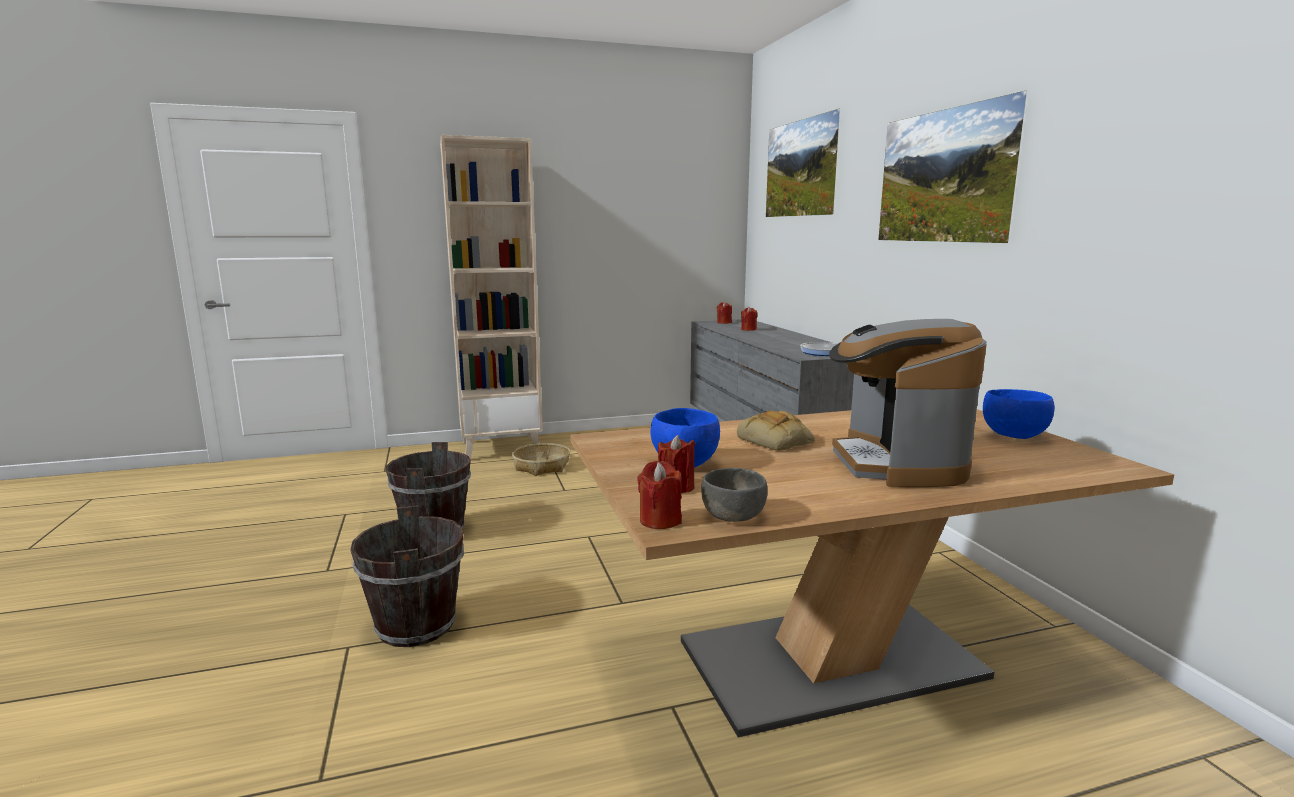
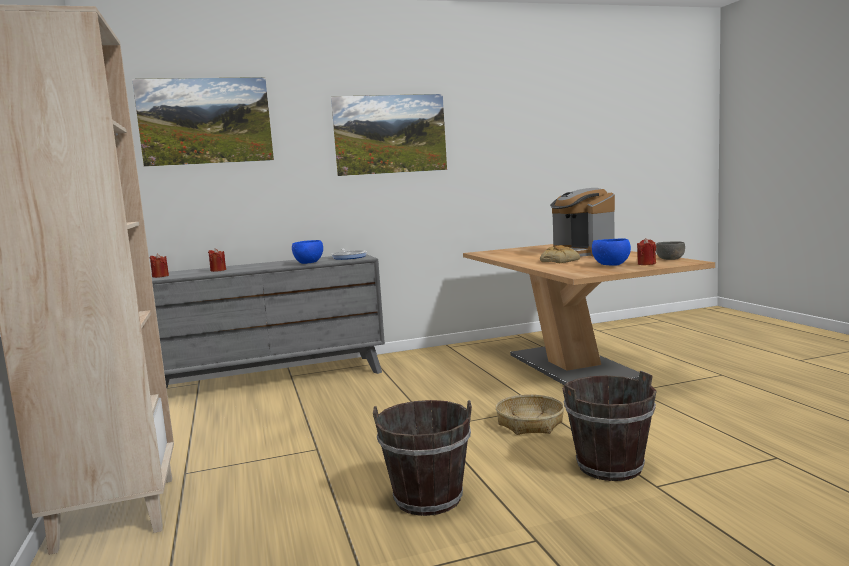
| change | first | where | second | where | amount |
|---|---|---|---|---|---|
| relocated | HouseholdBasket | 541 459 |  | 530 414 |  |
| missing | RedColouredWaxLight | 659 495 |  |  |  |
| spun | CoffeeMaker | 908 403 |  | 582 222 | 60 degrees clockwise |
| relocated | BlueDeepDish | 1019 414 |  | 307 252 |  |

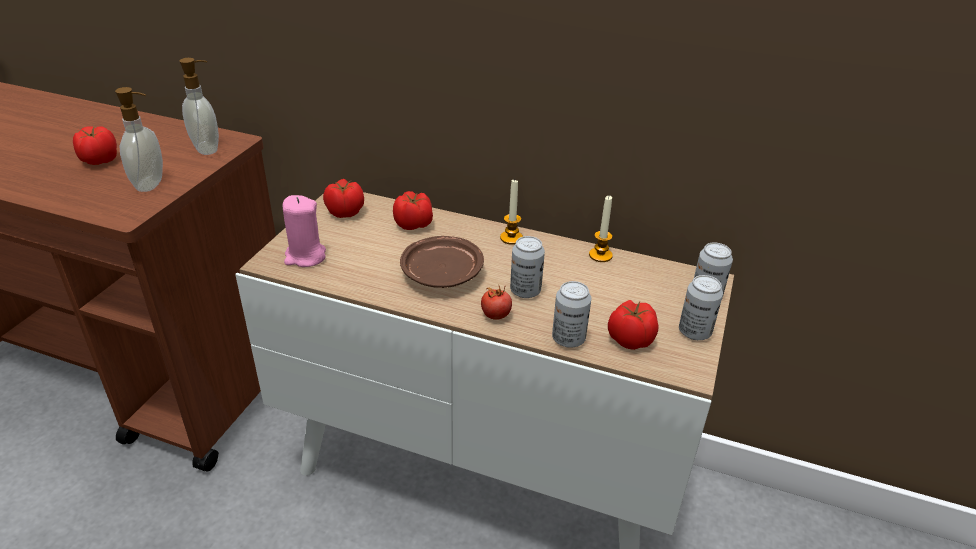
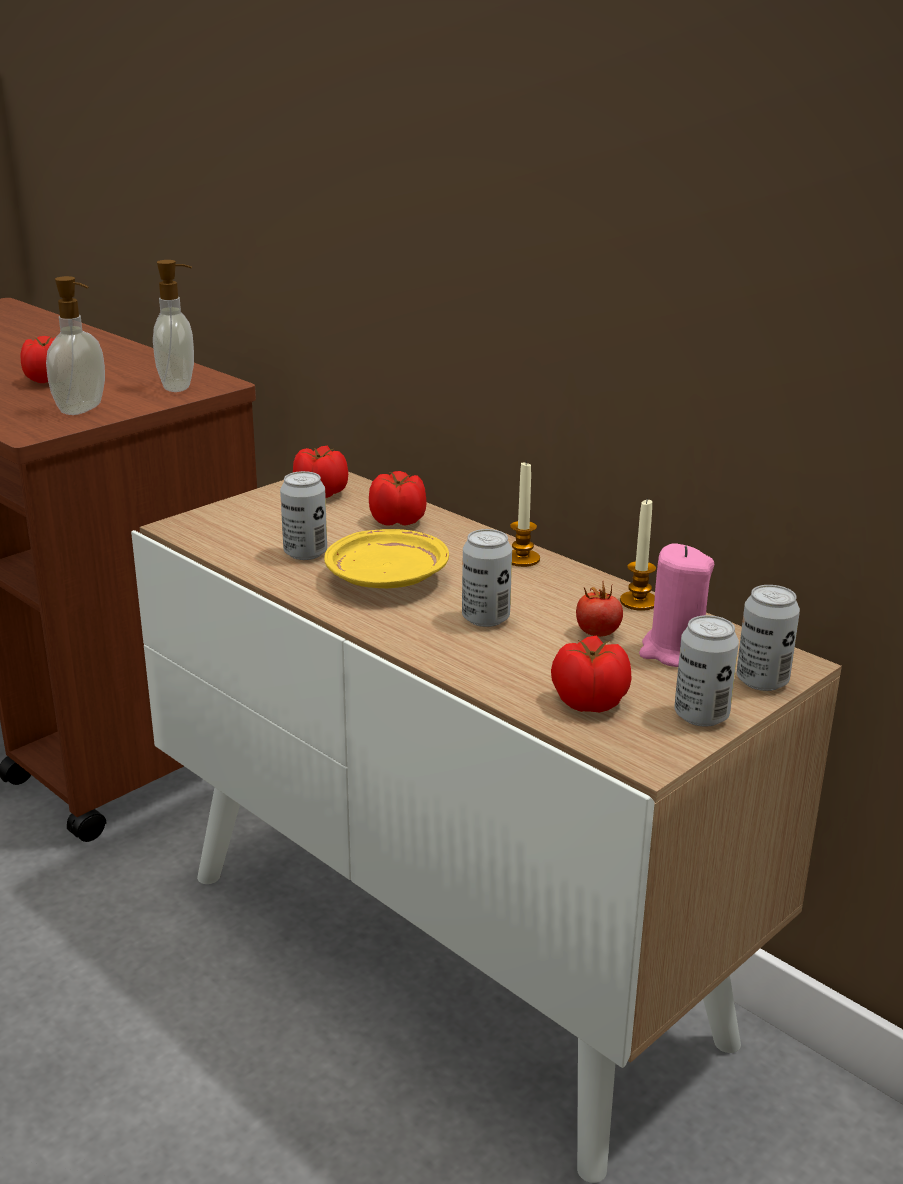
| change | first | where | second | where | amount |
|---|---|---|---|---|---|
| relocated | PinkColouredWaxLight | 304 231 |  | 676 605 |  |
| colour | BrownishPlate | 442 262 | YellowishPlate | 386 558 |  |
| relocated | FreshTomato | 496 303 |  | 599 609 |  |
| relocated | Can | 571 314 |  | 303 515 |  |

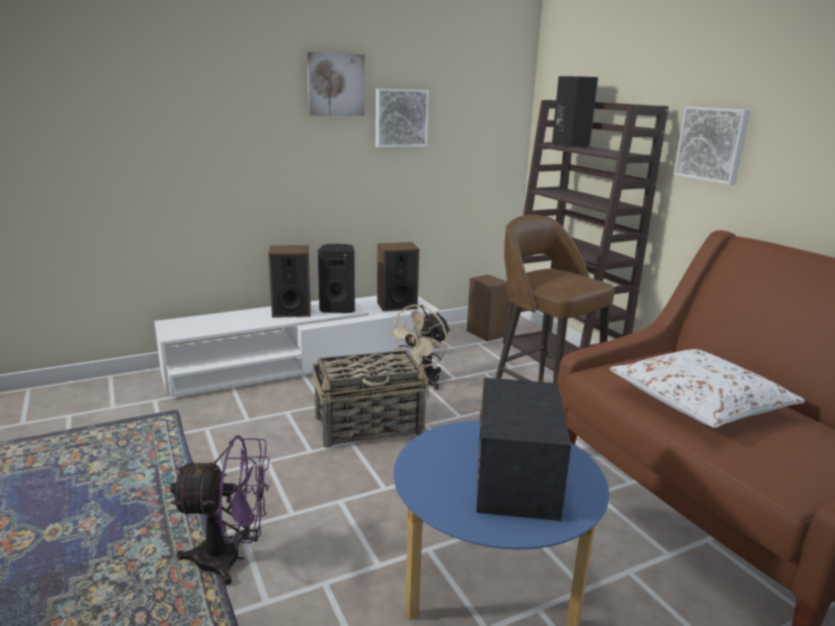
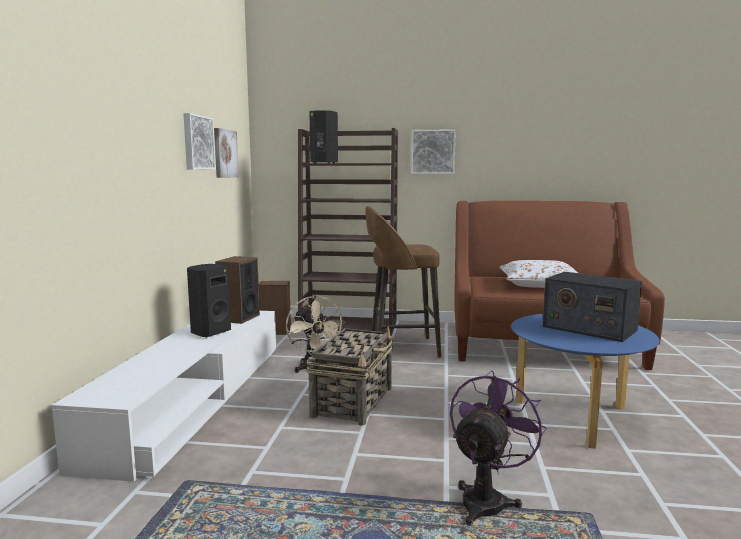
| change | first | where | second | where | amount |
|---|---|---|---|---|---|
| missing | Loudspeaker | 289 281 |  |  |  |
| relocated | Picture | 335 84 |  | 226 153 |  |

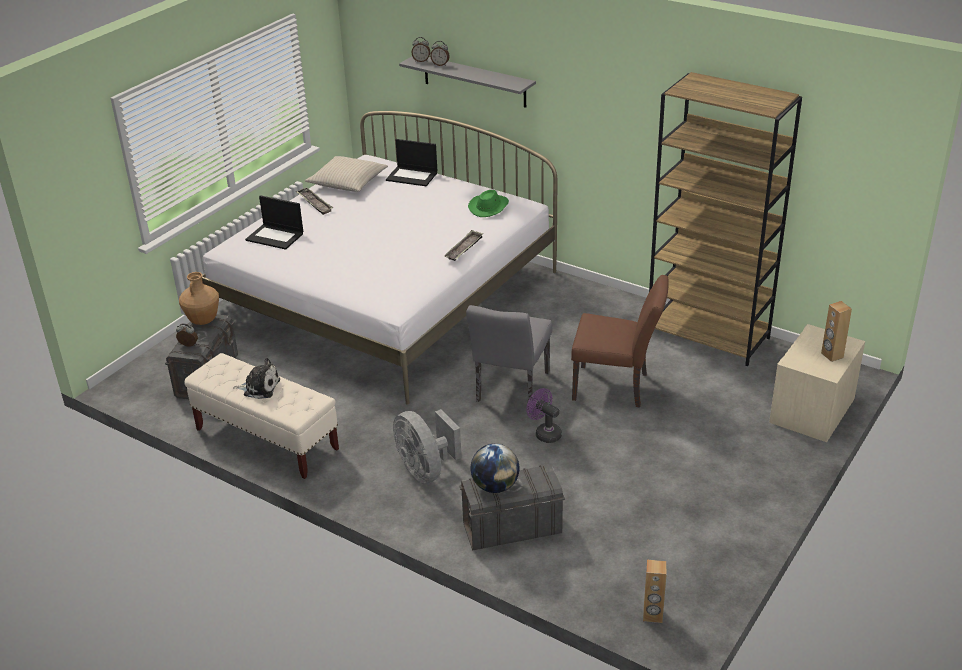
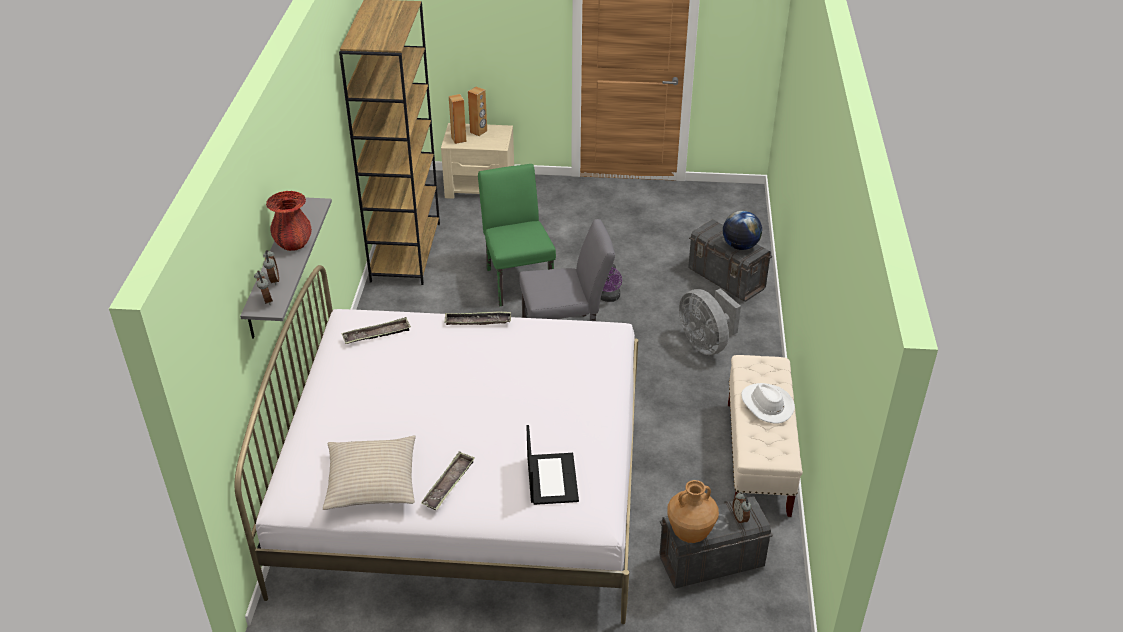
| change | first | where | second | where | amount |
|---|---|---|---|---|---|
| exchanged | CuddlyToy | 256 378 | WhiteHat | 768 403 |  |
| missing | NotebookComputer | 411 162 |  |  |  |
| spun | GreyishCoolingFan | 427 446 |  | 710 321 | 120 degrees clockwise |
| exchanged | GreenHat | 488 203 | Tray | 376 330 |  |
| colour | BrownishPlainChair | 620 341 | GreenPlainChair | 517 235 |  |
| relocated | BrownishLoudspeaker | 655 591 |  | 457 119 |  |
| appeared |  |  | RedColouredDecorativeVase | 289 221 |  |

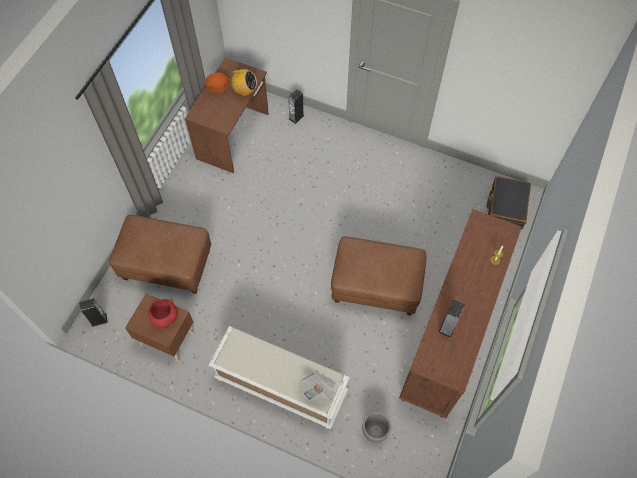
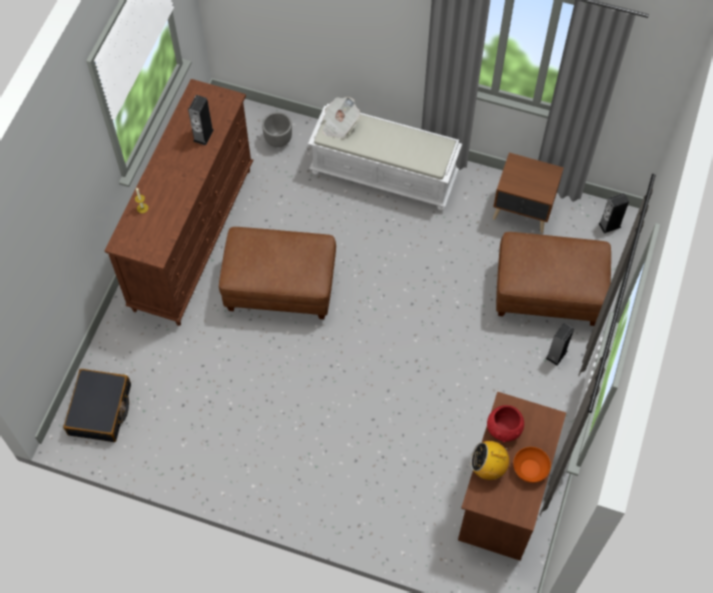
| change | first | where | second | where | amount |
|---|---|---|---|---|---|
| relocated | RedColouredDeepDish | 163 312 |  | 505 424 |  |
| relocated | Loudspeaker | 296 106 |  | 560 344 |  |

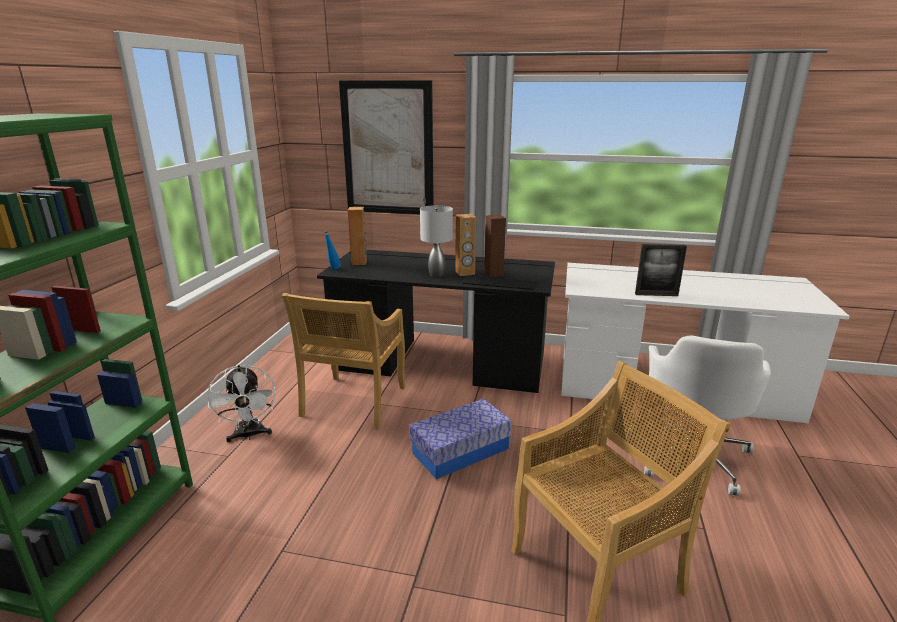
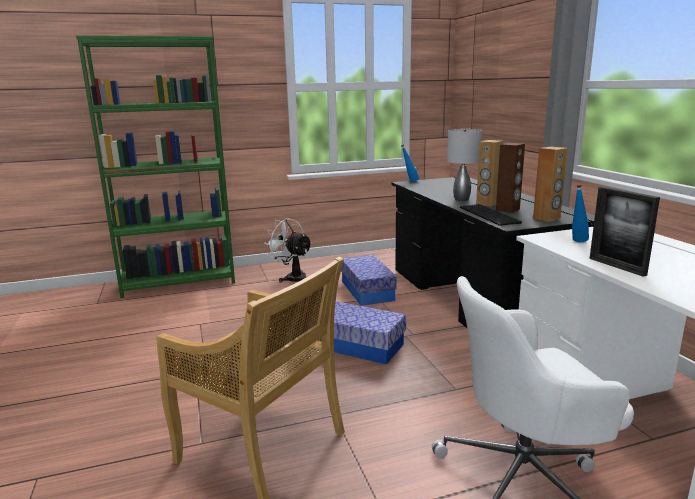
| change | first | where | second | where | amount |
|---|---|---|---|---|---|
| spun | WhiteCoolingFan | 241 403 |  | 288 250 | 90 degrees clockwise |
| exchanged | BeigeColouredPlainChair | 343 361 | StorageBox | 369 280 |  |
| missing | Picture | 386 147 |  |  |  |
| relocated | BrownishLoudspeaker | 357 236 |  | 550 184 |  |
| appeared |  |  | BlueBeverageBottle | 580 212 |  |

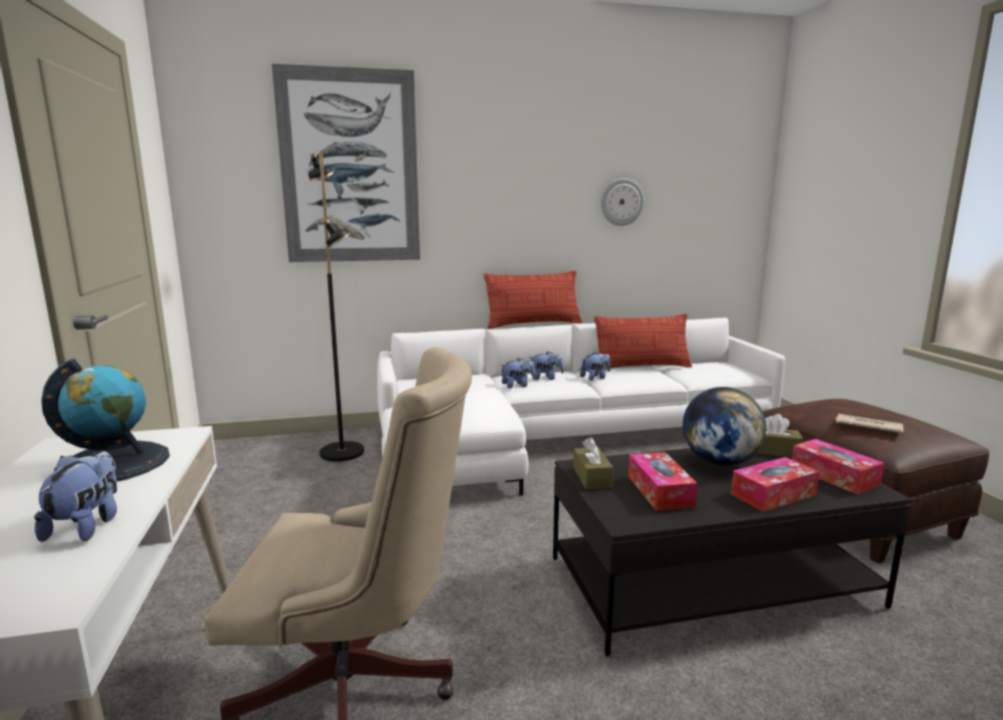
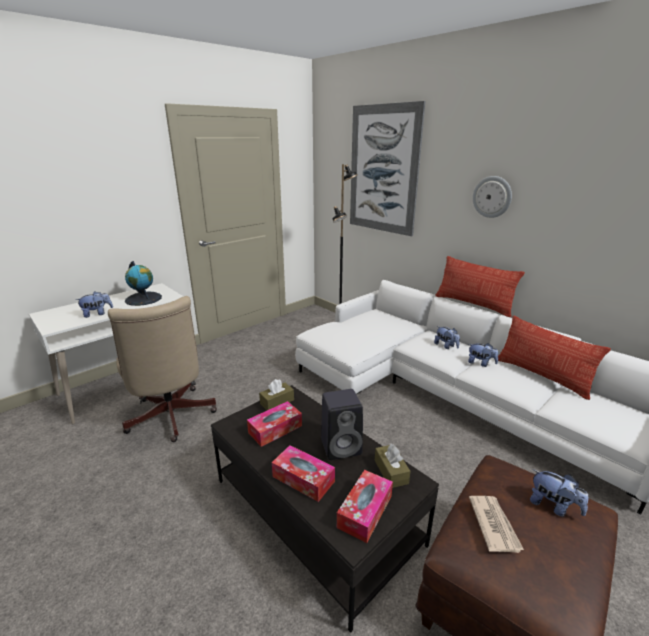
| change | first | where | second | where | amount |
|---|---|---|---|---|---|
| relocated | CuddlyToy | 517 373 |  | 559 493 |  |
| relocated | HangingClock | 622 202 |  | 492 197 |  |
| exchanged | Globe | 724 426 | BlackColouredLoudspeaker | 342 424 |  |

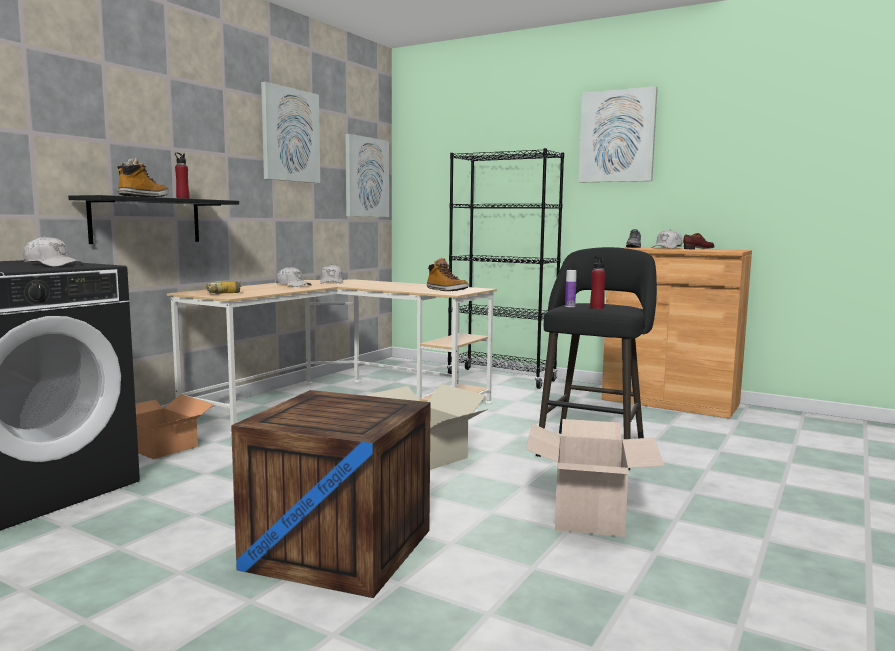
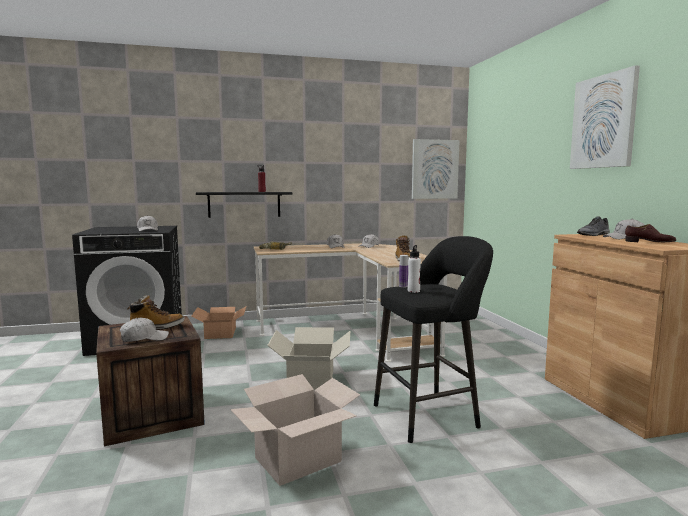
| change | first | where | second | where | amount |
|---|---|---|---|---|---|
| relocated | Boot | 143 177 |  | 156 312 |  |
| missing | Picture | 290 132 |  |  |  |
| missing | BlackColouredBookcase | 505 268 |  |  |  |
| colour | RedColouredBeverageBottle | 598 282 | WhiteBeverageBottle | 414 269 |  |
| appeared |  |  | WhiteBaseballCap | 144 330 |  |

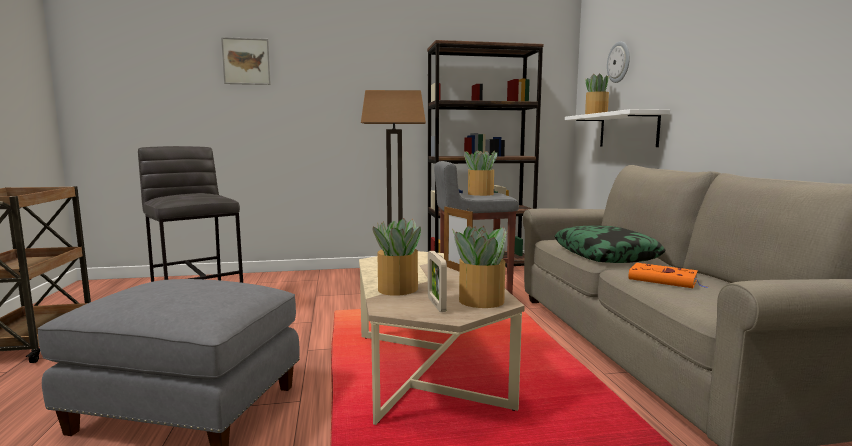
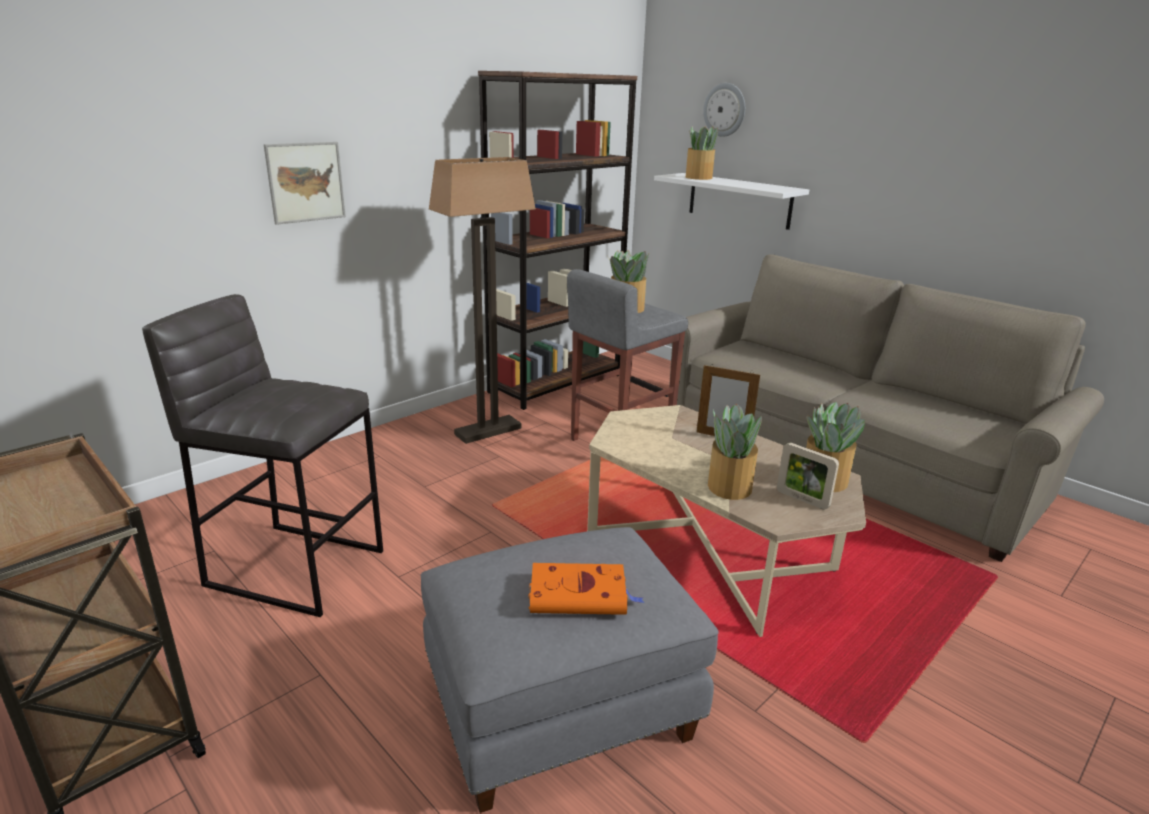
| change | first | where | second | where | amount |
|---|---|---|---|---|---|
| relocated | Picture | 246 61 |  | 305 183 |  |
| missing | Cushion | 610 244 |  |  |  |
| relocated | OrangeyBook | 668 275 |  | 586 589 |  |

